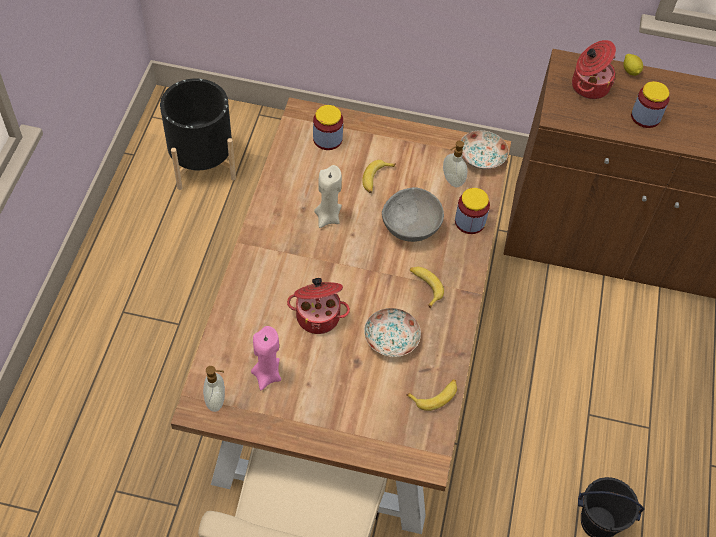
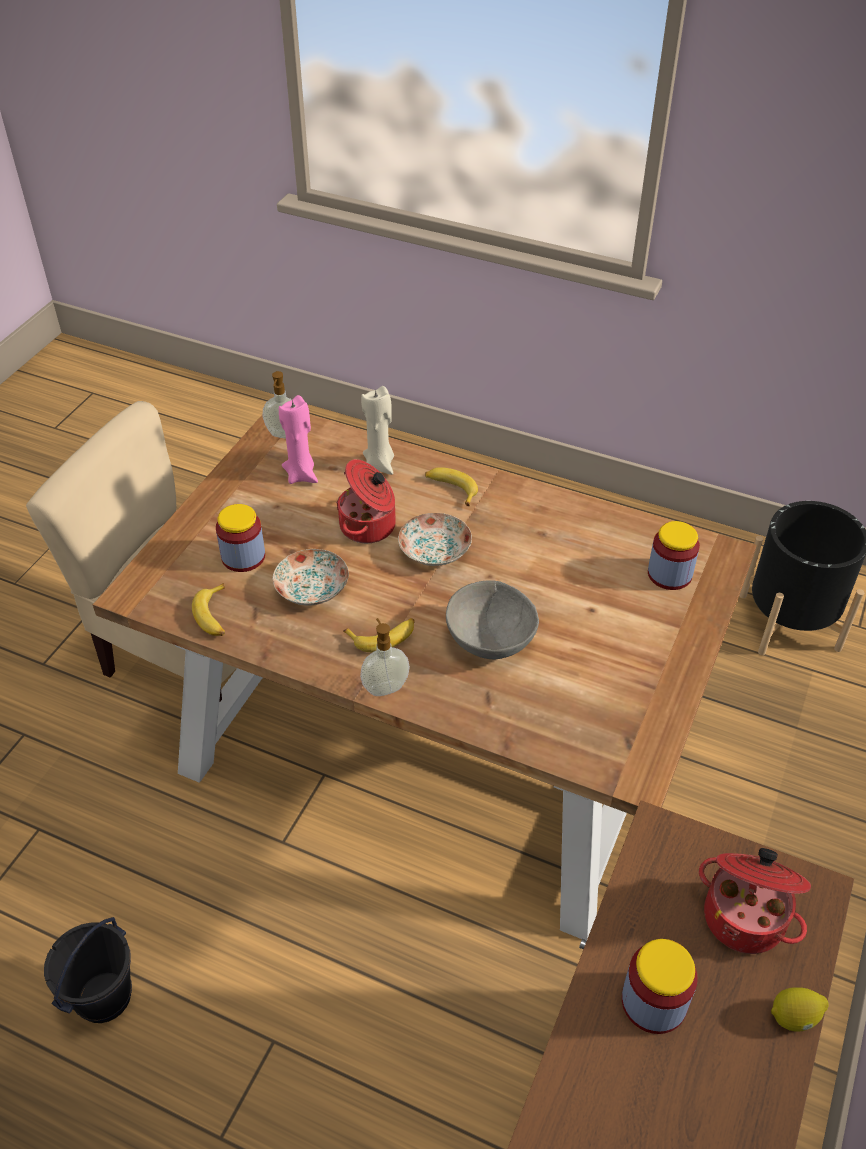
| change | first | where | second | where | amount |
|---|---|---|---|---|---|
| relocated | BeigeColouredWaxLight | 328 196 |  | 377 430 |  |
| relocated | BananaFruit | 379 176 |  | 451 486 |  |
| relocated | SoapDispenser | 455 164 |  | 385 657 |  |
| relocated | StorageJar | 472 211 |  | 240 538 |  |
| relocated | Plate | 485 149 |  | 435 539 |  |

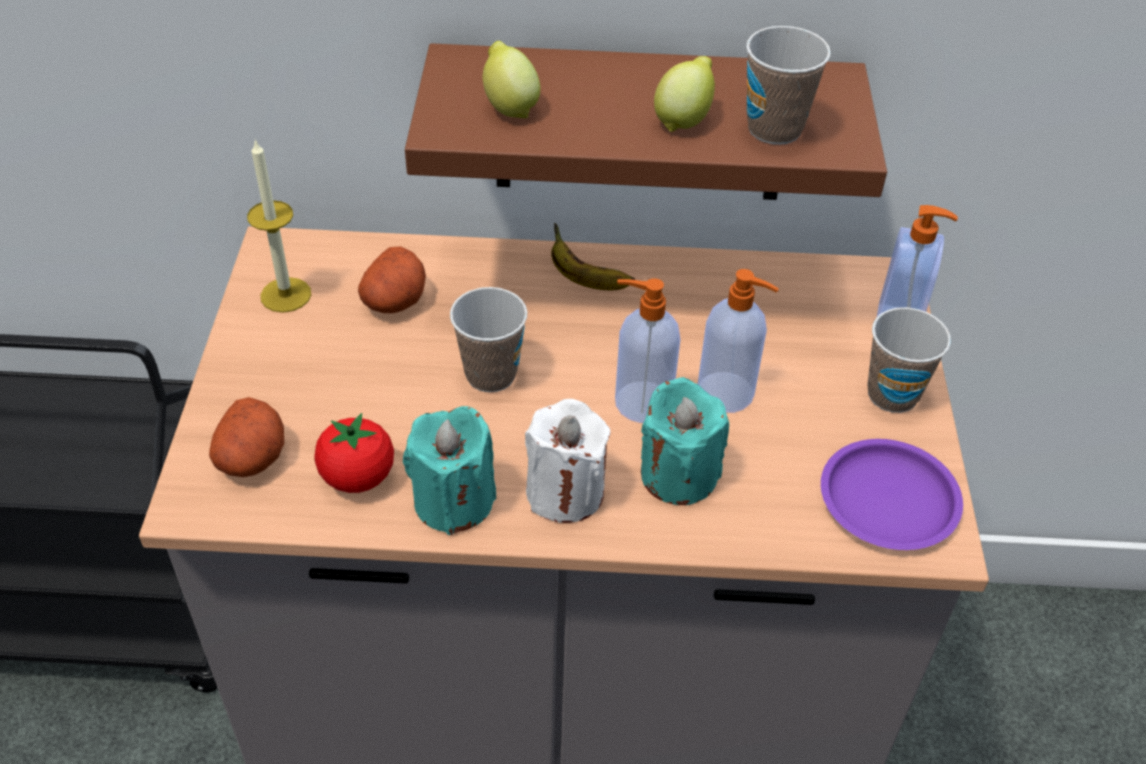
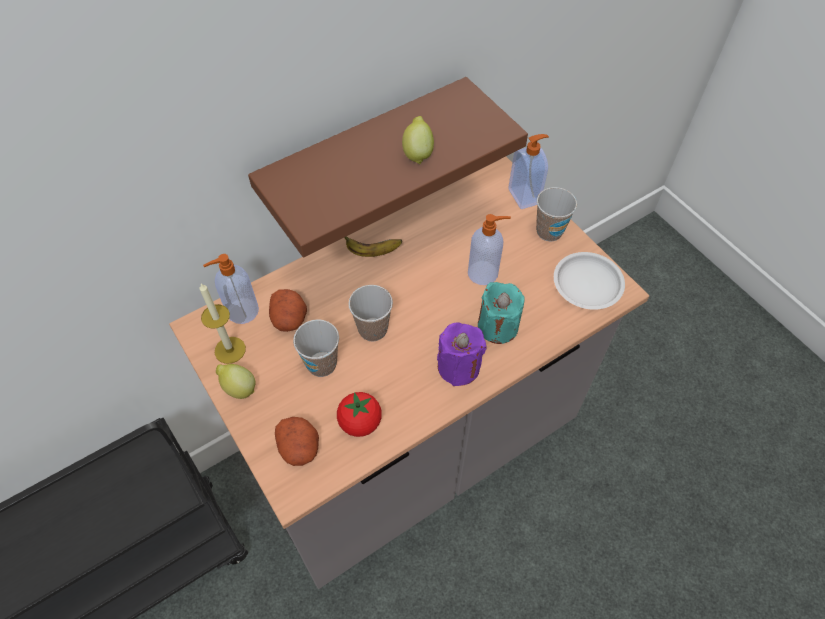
| change | first | where | second | where | amount |
|---|---|---|---|---|---|
| missing | BlueGreenWaxLight | 450 470 |  |  |  |
| relocated | Lemon | 511 79 |  | 236 381 |  |
| colour | WhiteWaxLight | 568 461 | PurpleWaxLight | 461 354 |  |
| relocated | SoapDispenser | 648 350 |  | 231 289 |  |
| relocated | DrinkingCup | 788 85 |  | 316 348 |  |
| colour | PurplePlate | 892 494 | WhitePlate | 589 281 |  |

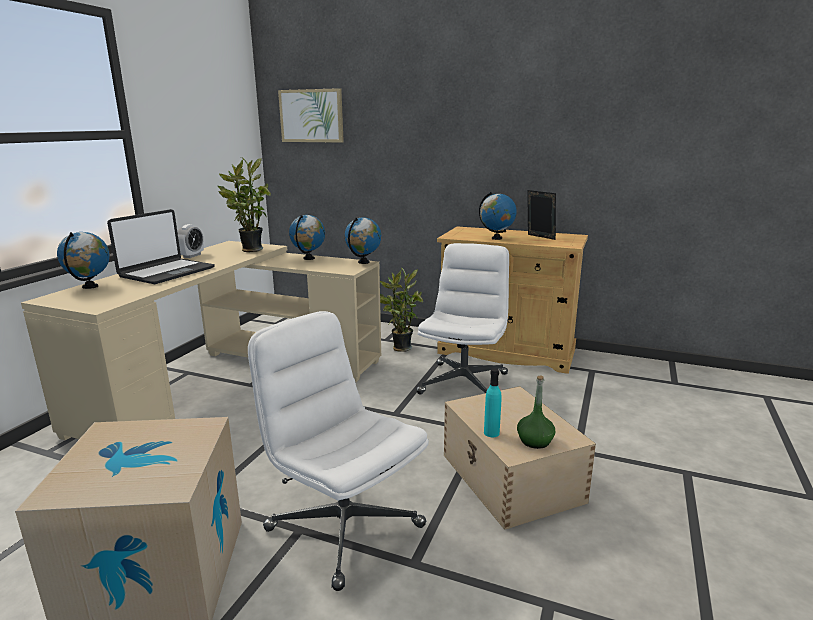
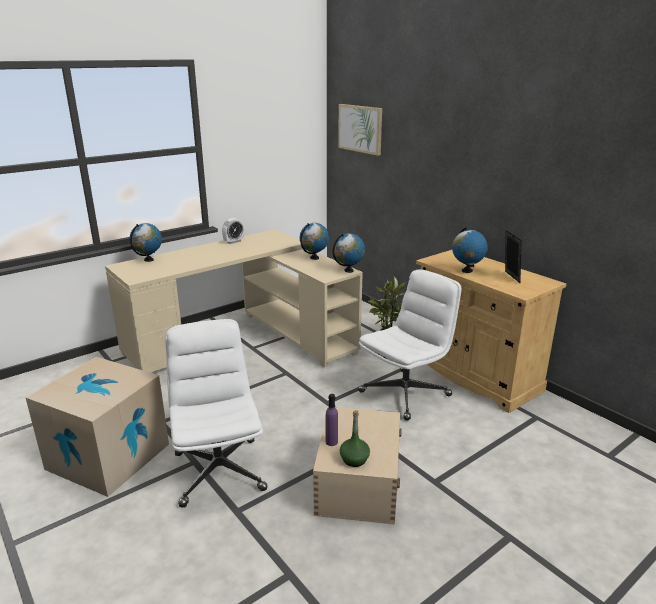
| change | first | where | second | where | amount |
|---|---|---|---|---|---|
| missing | NotebookComputer | 161 246 |  |  |  |
| missing | Houseplant | 244 204 |  |  |  |
| colour | BlueGreenBeverageBottle | 493 402 | PurpleBeverageBottle | 331 420 |  |

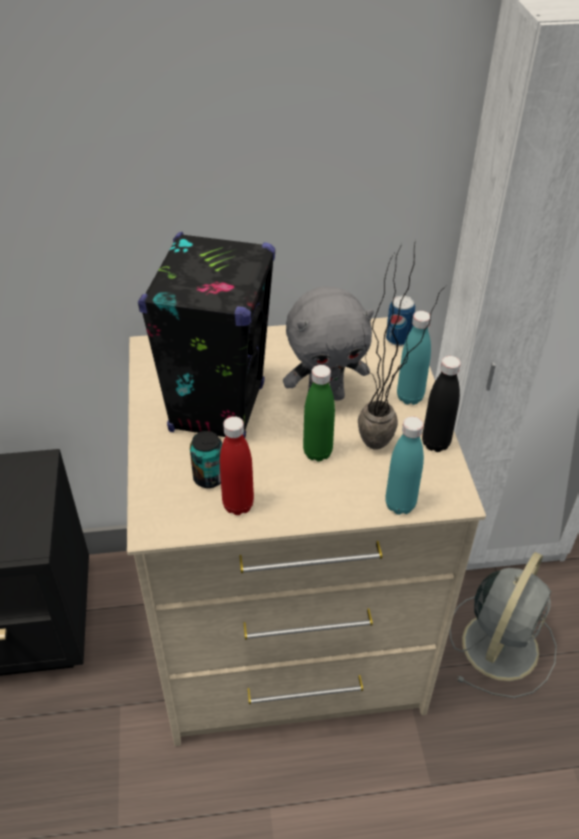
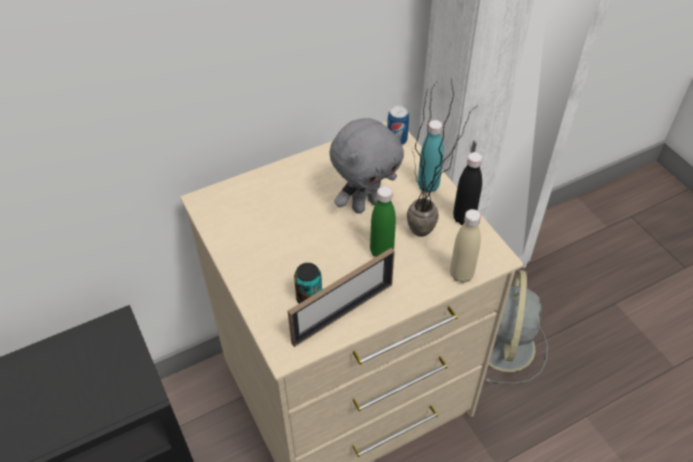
| change | first | where | second | where | amount |
|---|---|---|---|---|---|
| missing | BlackColouredLoudspeaker | 206 335 |  |  |  |
| exchanged | RedColouredBeverageBottle | 237 465 | PhotoFrame | 341 297 |  |
| colour | BlueGreenBeverageBottle | 404 465 | BeigeColouredBeverageBottle | 465 246 |  |

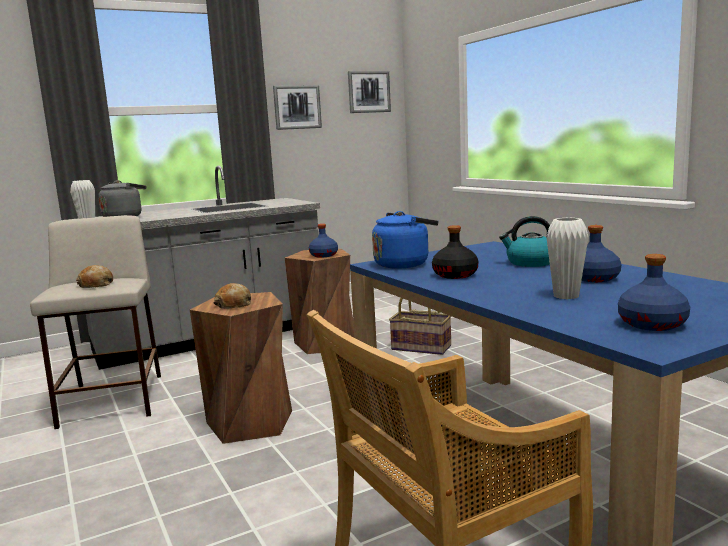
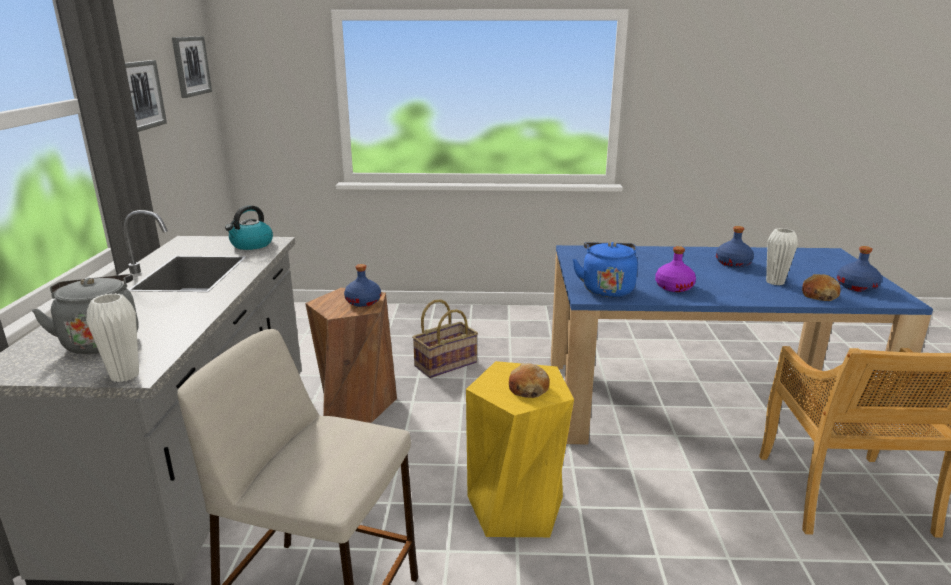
| change | first | where | second | where | amount |
|---|---|---|---|---|---|
| relocated | BakeryBread | 94 276 |  | 821 287 |  |
| colour | BrownishStoolSeat | 241 368 | YellowishStoolSeat | 520 449 |  |
| colour | BlackColouredBeverageBottle | 455 252 | PurpleBeverageBottle | 675 269 |  |
| relocated | TeaKettle | 524 241 |  | 249 227 |  |

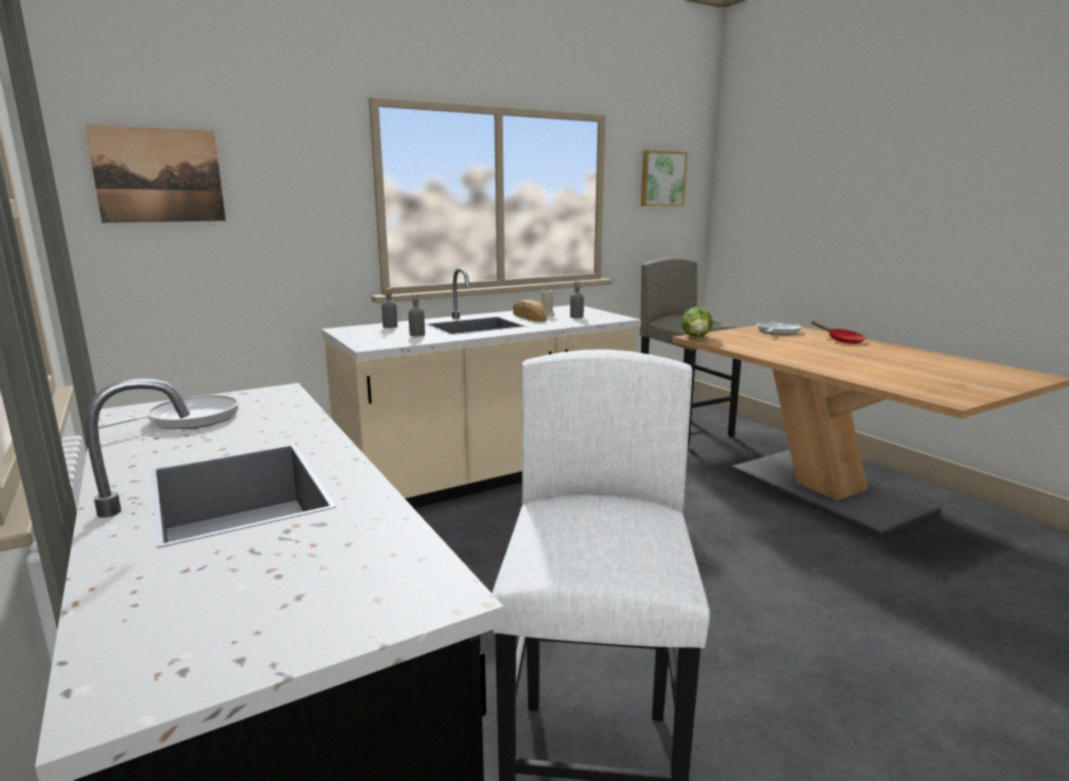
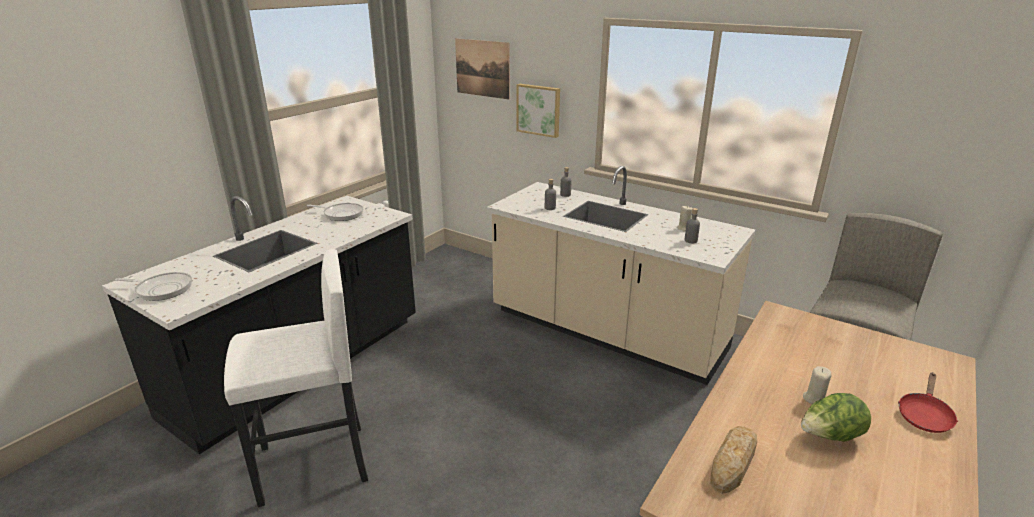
| change | first | where | second | where | amount |
|---|---|---|---|---|---|
| relocated | BakeryBread | 529 311 |  | 733 460 |  |
| relocated | Picture | 664 178 |  | 538 111 |  |
| relocated | HeadOfLettuce | 697 322 |  | 836 417 |  |
| relocated | Pan | 779 328 |  | 153 286 |  |
| appeared |  |  | BeigeColouredWaxLight | 817 385 |  |

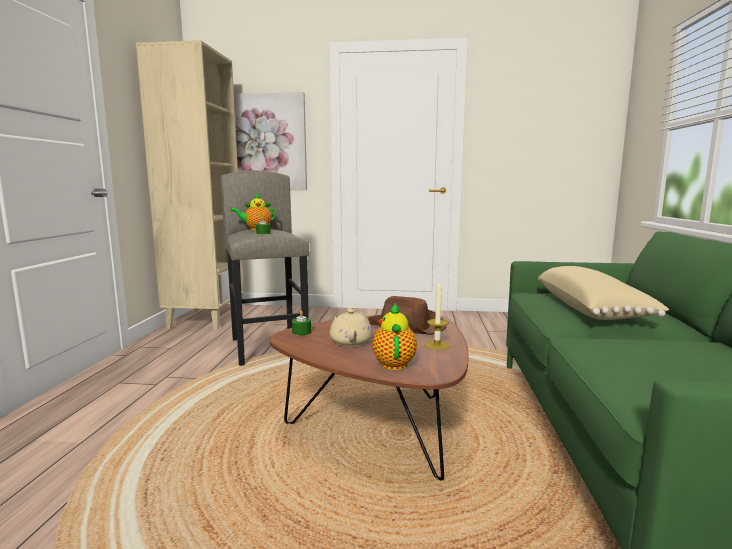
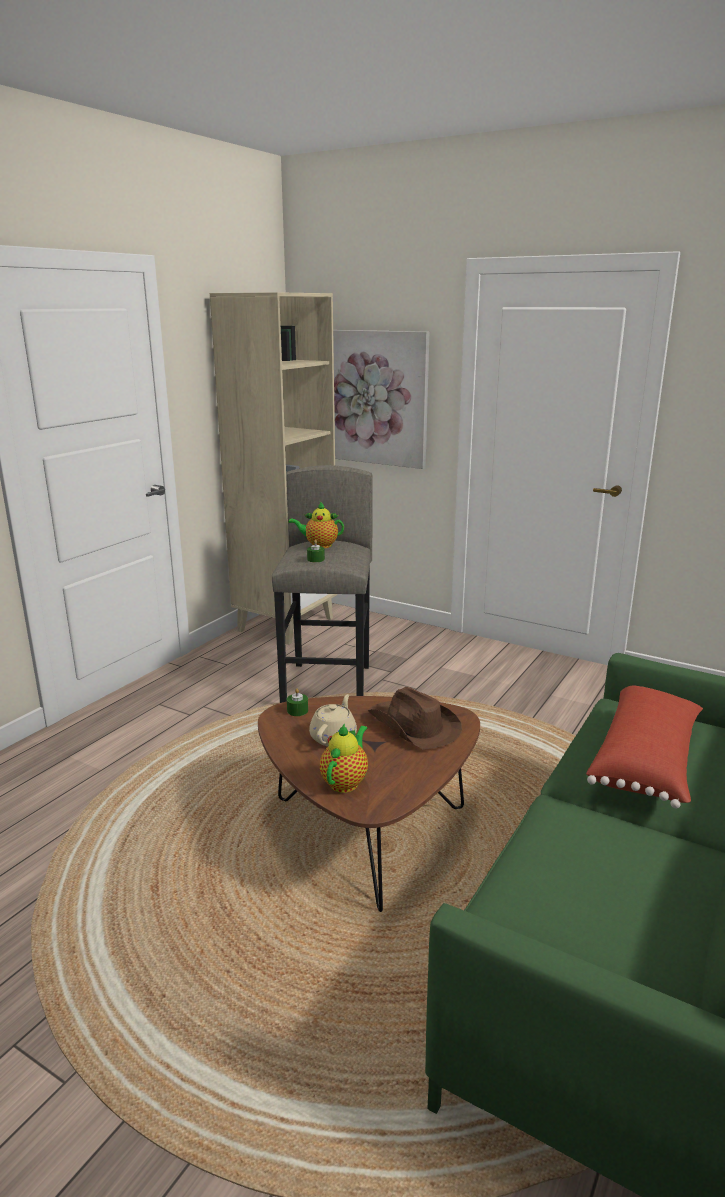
| change | first | where | second | where | amount |
|---|---|---|---|---|---|
| missing | WaxLight | 437 315 |  |  |  |
| colour | BeigeColouredCushion | 603 293 | RedColouredCushion | 644 747 |  |

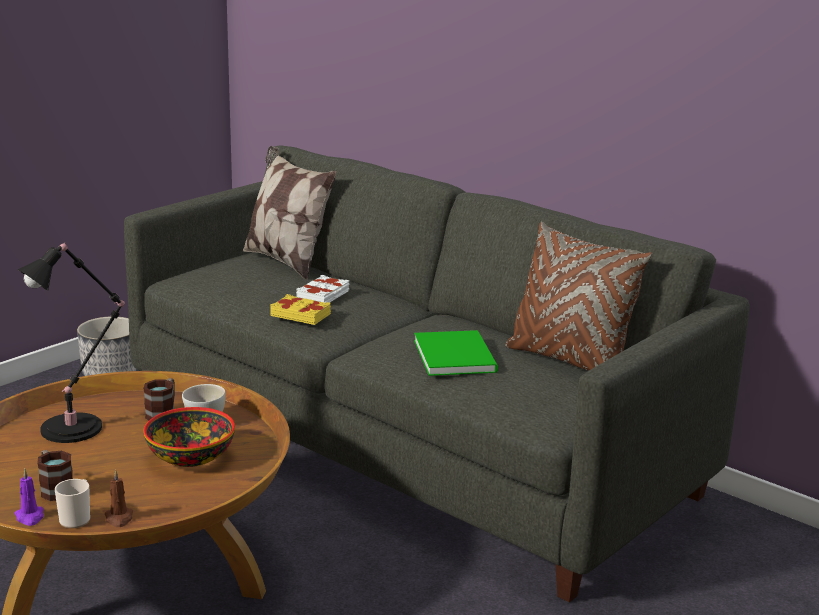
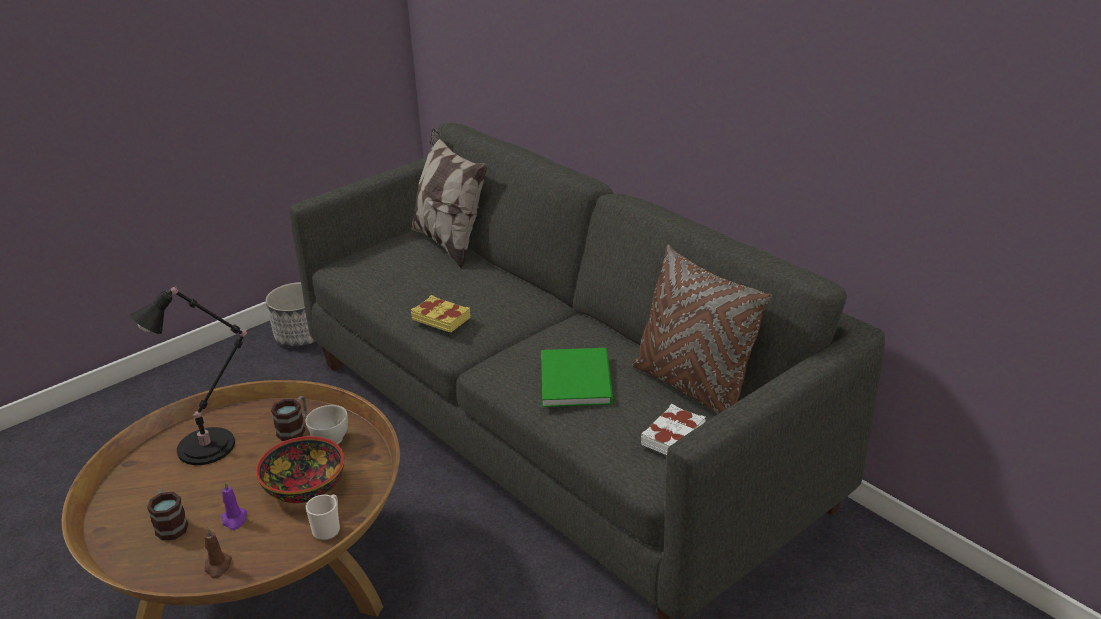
| change | first | where | second | where | amount |
|---|---|---|---|---|---|
| relocated | PurpleWaxLight | 29 497 |  | 234 506 |  |
| relocated | Mug | 72 503 |  | 323 517 |  |
| relocated | WhiteBook | 323 289 |  | 673 429 |  |

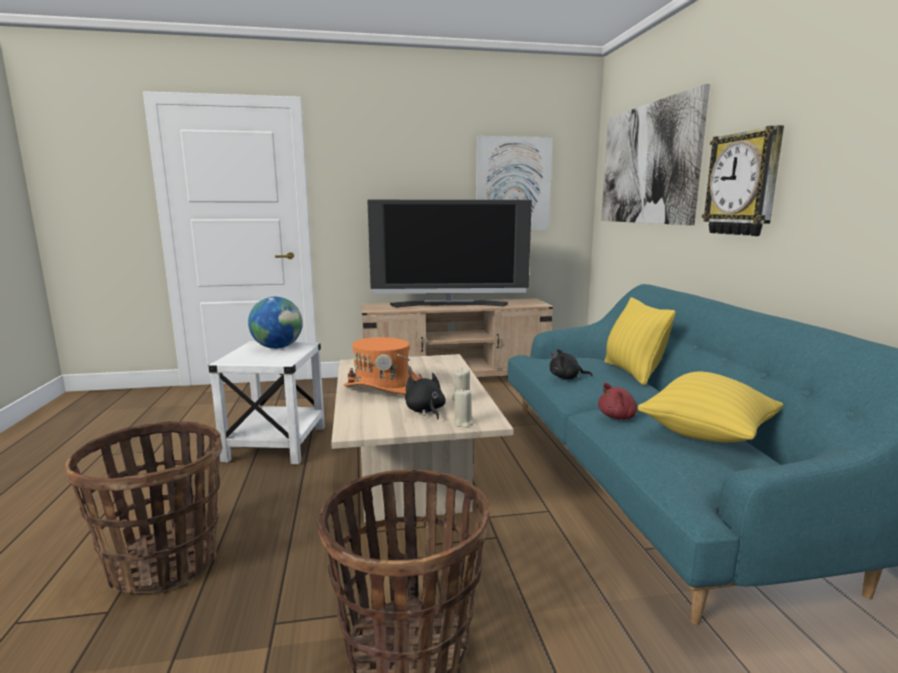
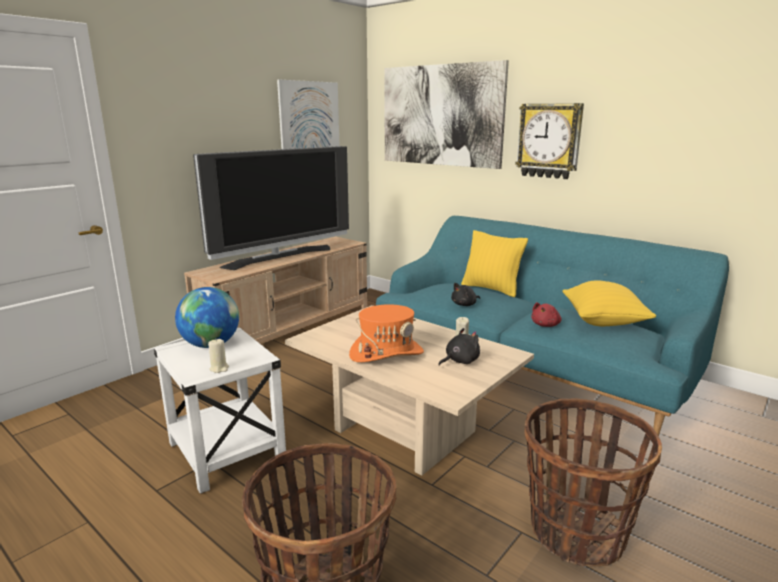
| change | first | where | second | where | amount |
|---|---|---|---|---|---|
| spun | BlackColouredCuddlyToy | 425 396 |  | 459 347 | 120 degrees clockwise |
| relocated | BeigeColouredWaxLight | 463 408 |  | 218 356 |  |

